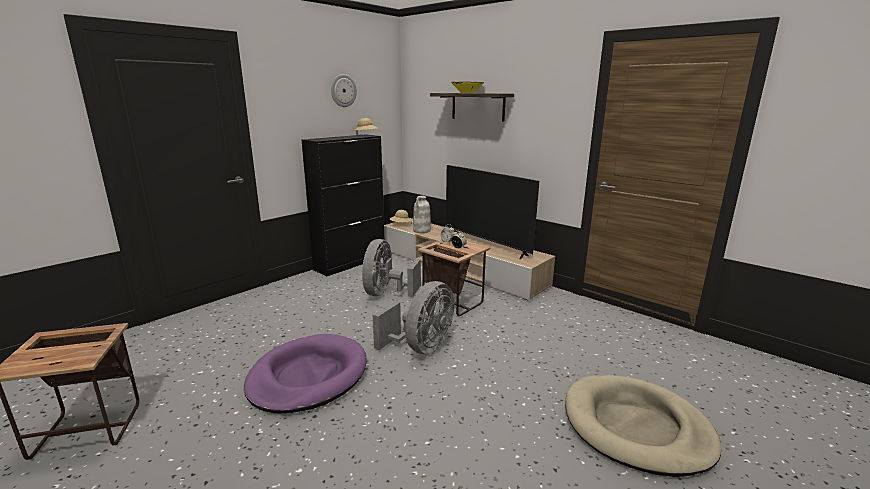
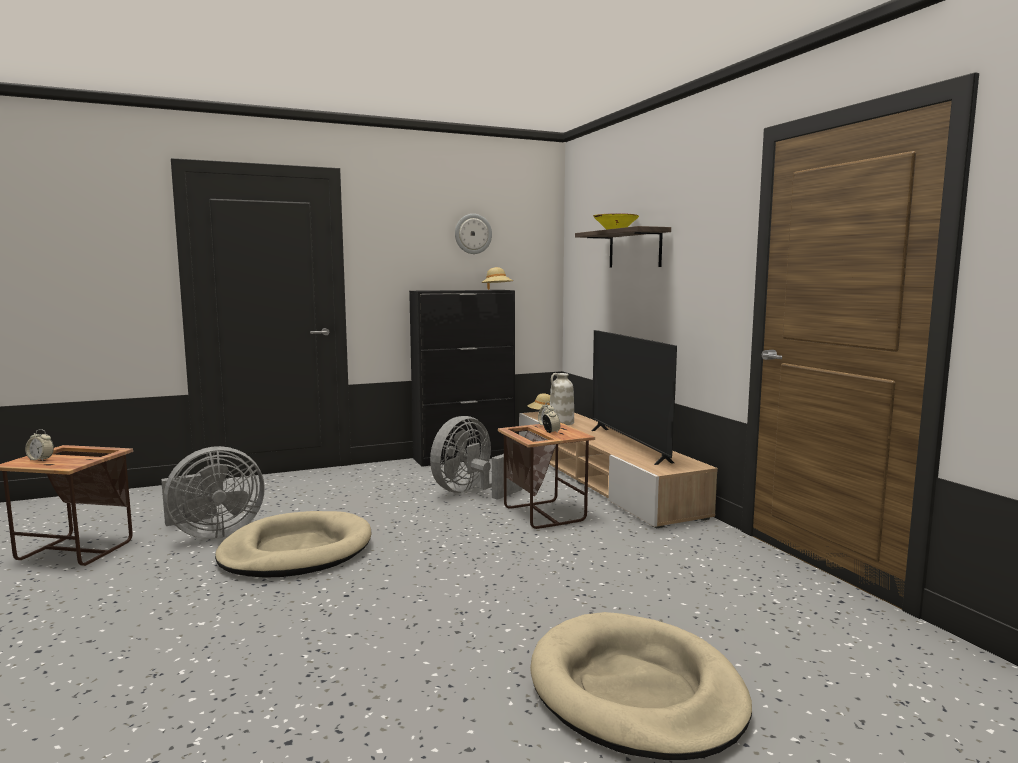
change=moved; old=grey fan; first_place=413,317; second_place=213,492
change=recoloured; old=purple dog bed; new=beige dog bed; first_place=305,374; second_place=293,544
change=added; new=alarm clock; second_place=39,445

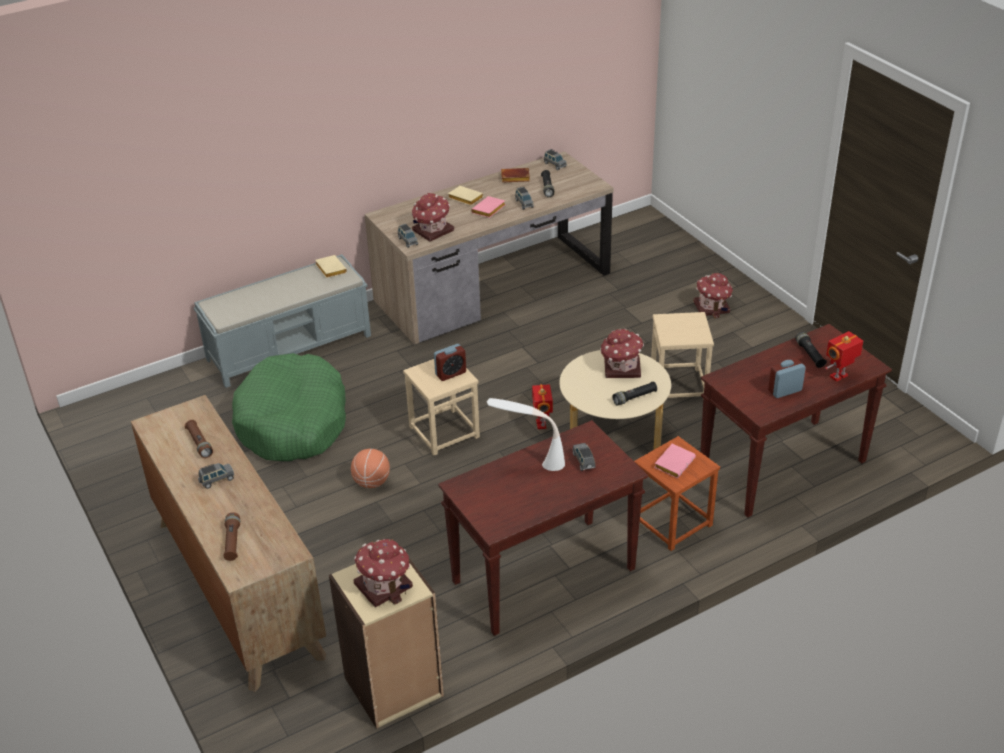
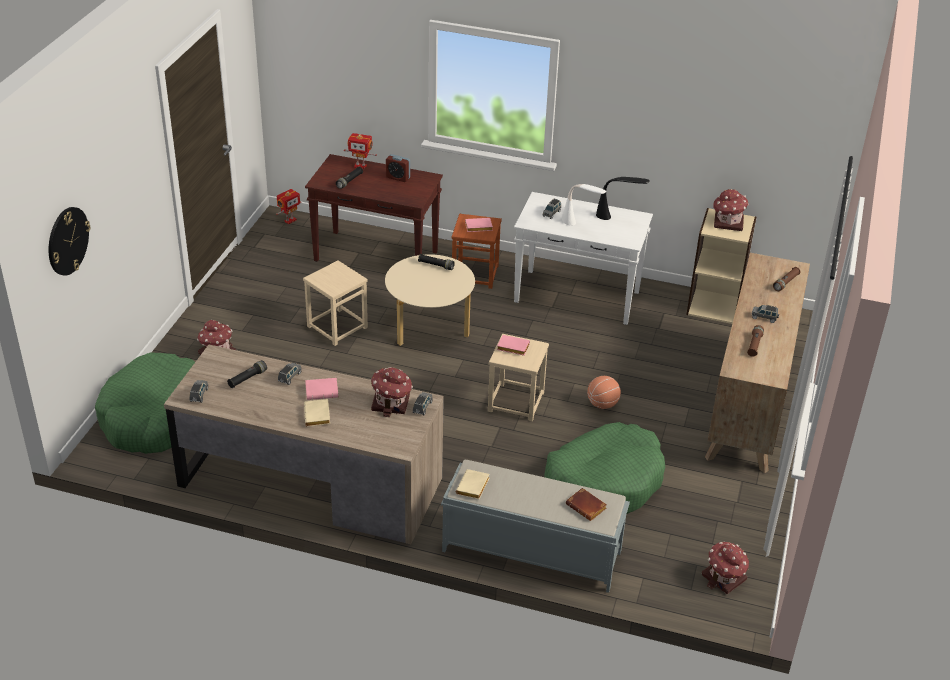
change=moved; old=brown book; first_place=515,175; second_place=586,504
change=moved; old=toy house; first_place=622,353; second_place=725,568
change=replaced; old=alarm clock; new=pink book; first_place=450,362; second_place=513,345
change=moved; old=toy robot; first_place=542,406; second_place=288,206
change=recoloured; old=brown console table; new=white console table; first_place=543,528; second_place=583,258
change=added; new=black table lamp; second_place=623,198
change=added; new=wall clock; second_place=70,241
change=added; new=green dog bed; second_place=145,403

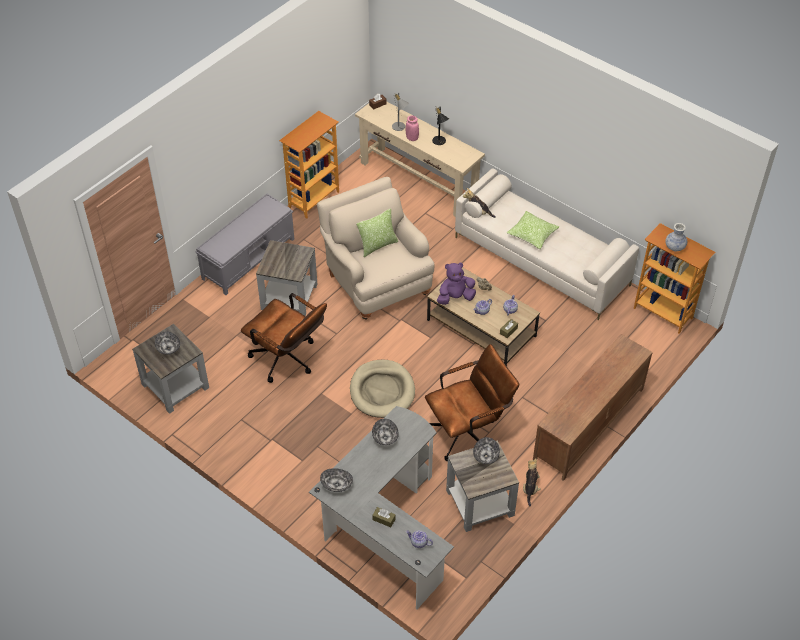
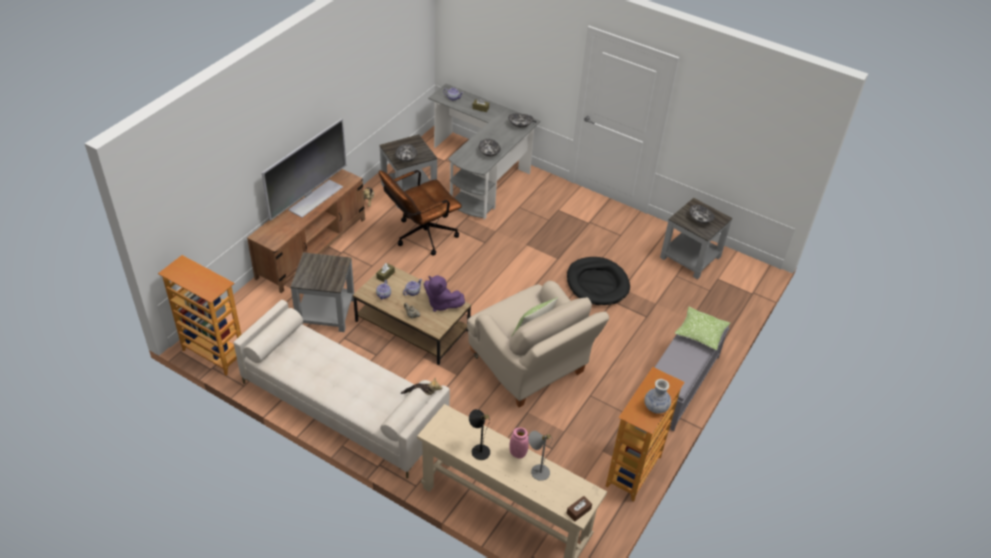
change=moved; old=pillow; first_place=532,230; second_place=702,328
change=moved; old=vase; first_place=676,237; second_place=657,396
change=moved; old=grey side table; first_place=286,278; second_place=322,292
change=turned; old=purple plush toy; first_place=456,284; second_place=444,293; degrees=60
change=replaced; old=brown office chair; new=black dog bed; first_place=284,338; second_place=598,281
change=removed; old=beige dog bed; first_place=382,389
change=added; new=television; second_place=304,170

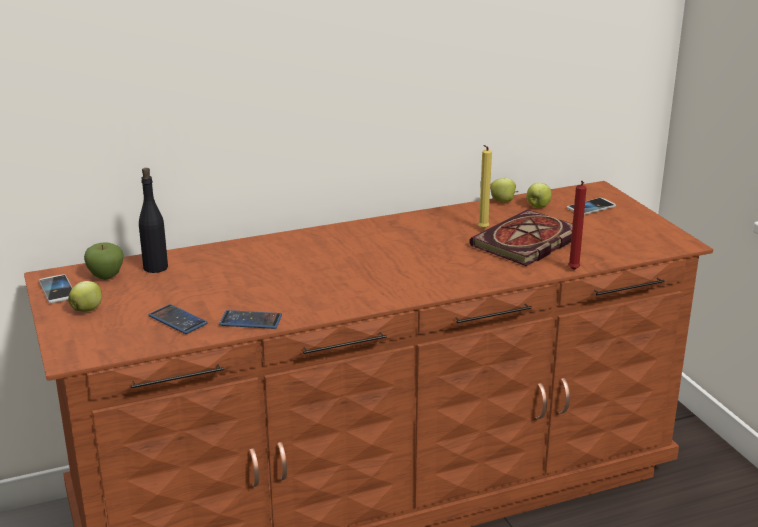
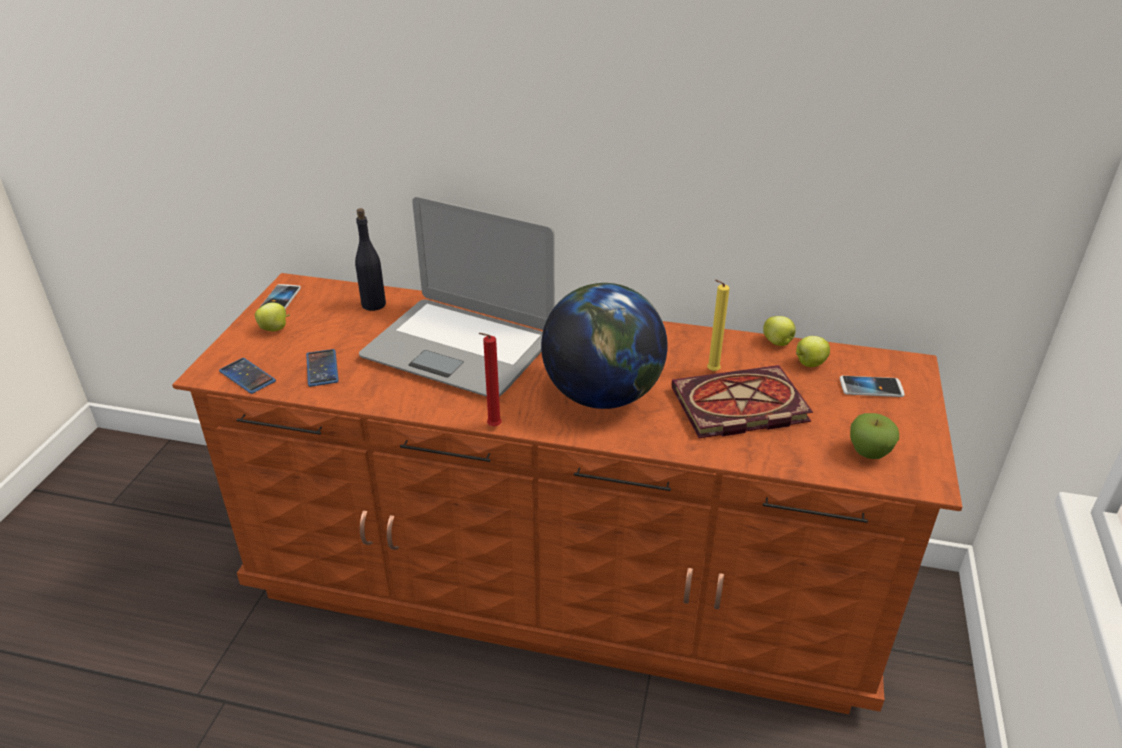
change=moved; old=red candle; first_place=577,225; second_place=490,380
change=moved; old=apple; first_place=104,261; second_place=874,436
change=moved; old=phone; first_place=250,319; second_place=247,376
change=added; new=laptop; second_place=457,296
change=added; new=globe; second_place=604,346

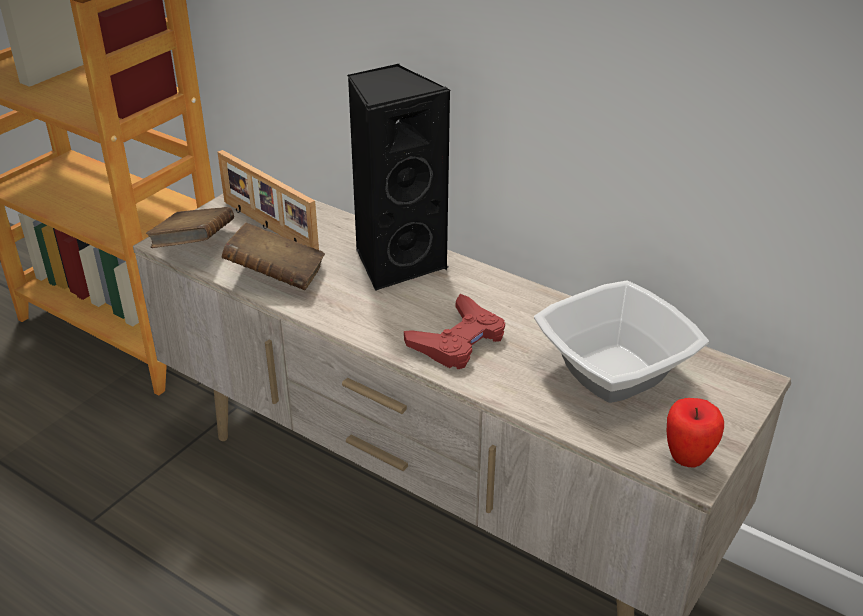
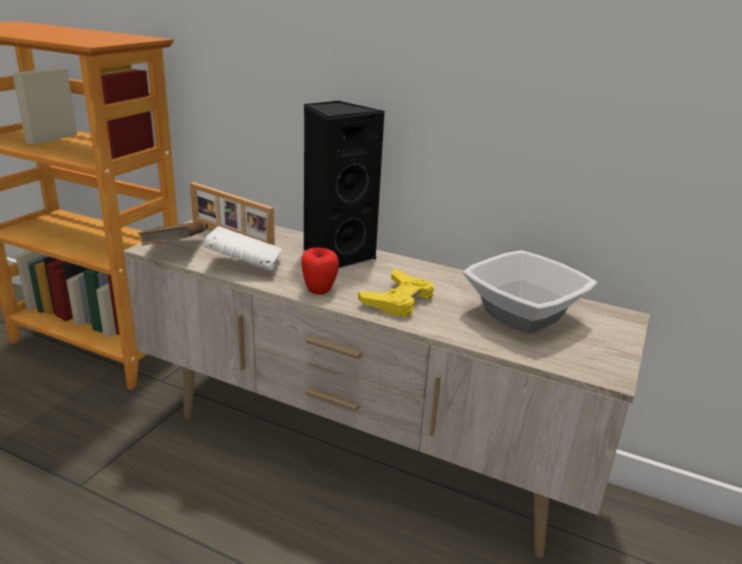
change=recoloured; old=brown book; new=white book; first_place=273,256; second_place=242,248
change=recoloured; old=red game controller; new=yellow game controller; first_place=454,331; second_place=396,293
change=moved; old=apple; first_place=695,433; second_place=320,271

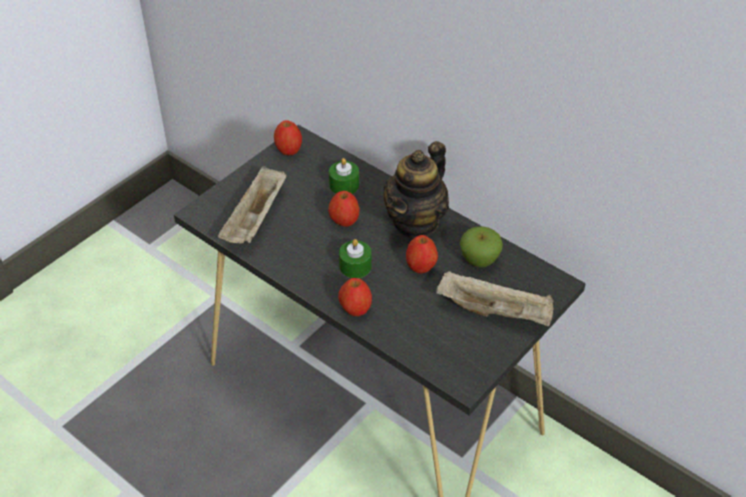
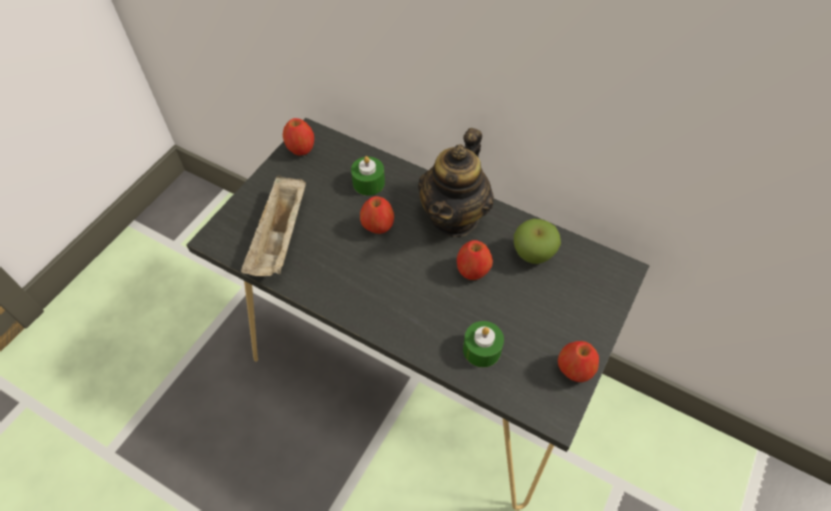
change=moved; old=green candle; first_place=355,258; second_place=483,344
change=removed; old=beige tray; first_place=494,298
change=moved; old=apple; first_place=355,297; second_place=578,361

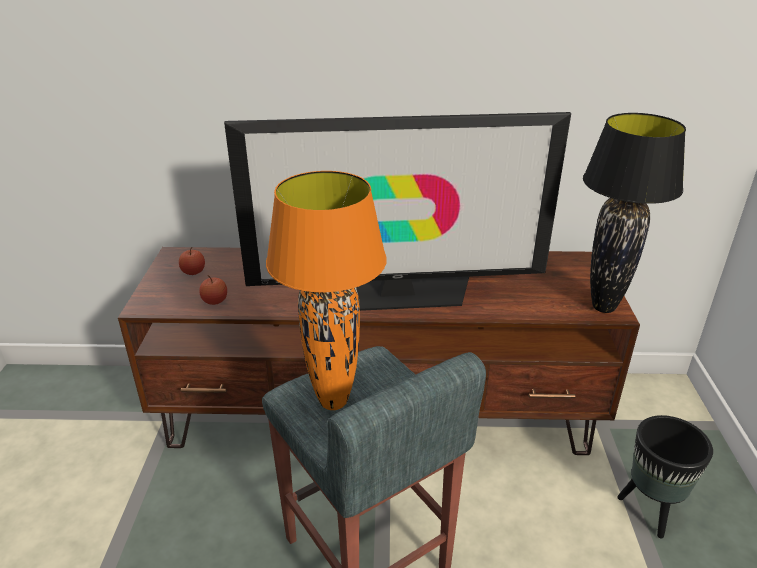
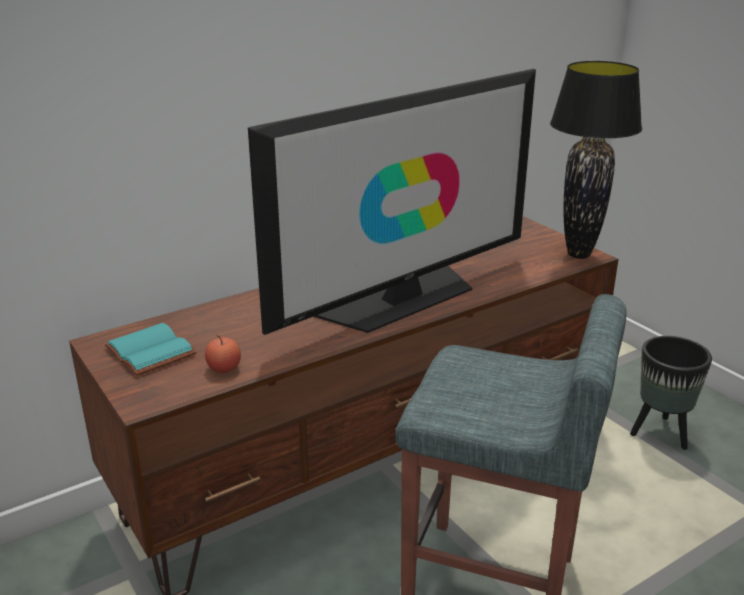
change=removed; old=orange table lamp; first_place=326,290
change=replaced; old=apple; new=turquoise book; first_place=192,261; second_place=150,349

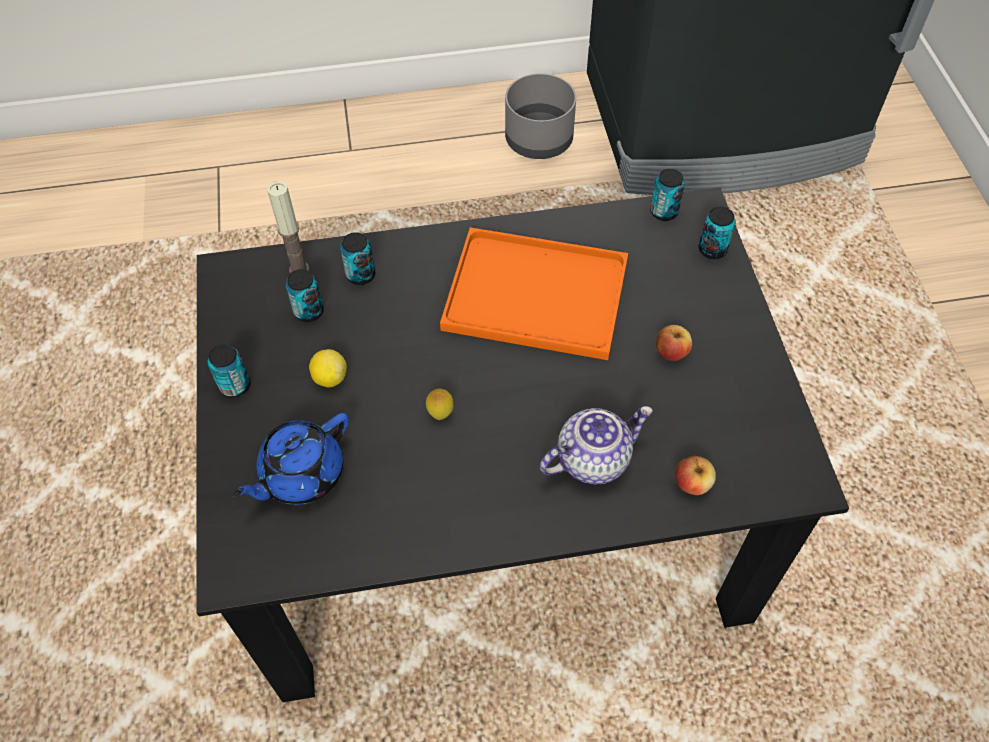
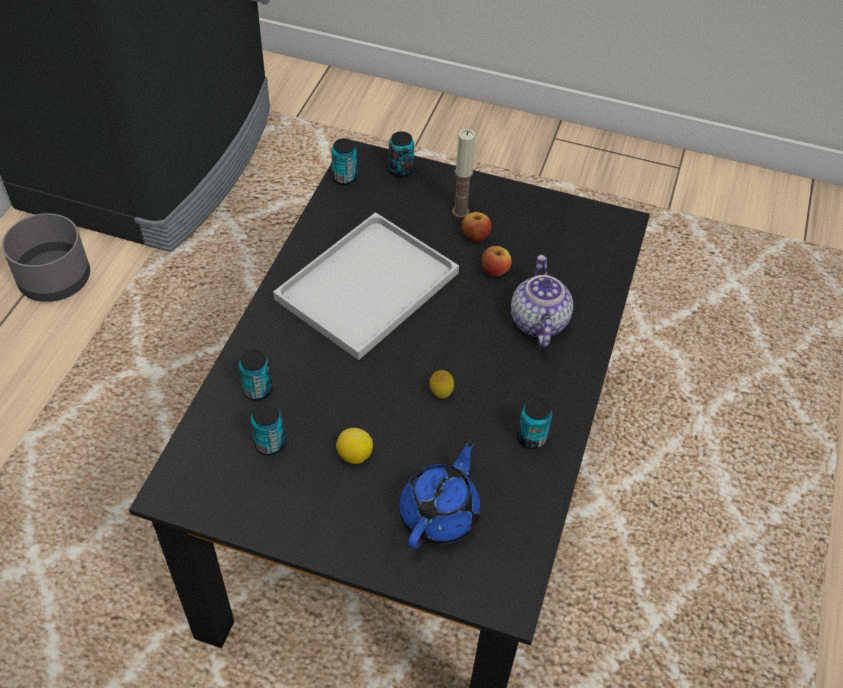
change=moved; old=candle; first_place=288,227; second_place=464,173
change=recoloured; old=orange tray; new=white tray; first_place=534,293; second_place=366,286
change=moved; old=can; first_place=229,371; second_place=534,423
change=turned; old=blue teapot; first_place=290,459; second_place=440,493; degrees=-135
change=moved; old=apple; first_place=695,475; second_place=496,261

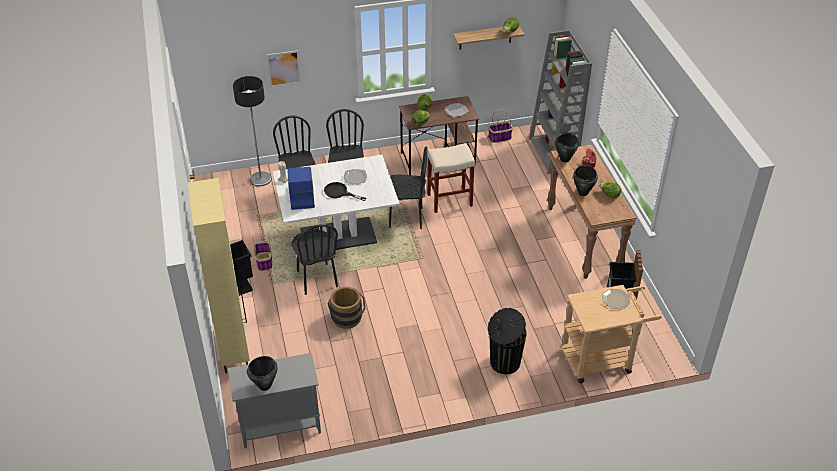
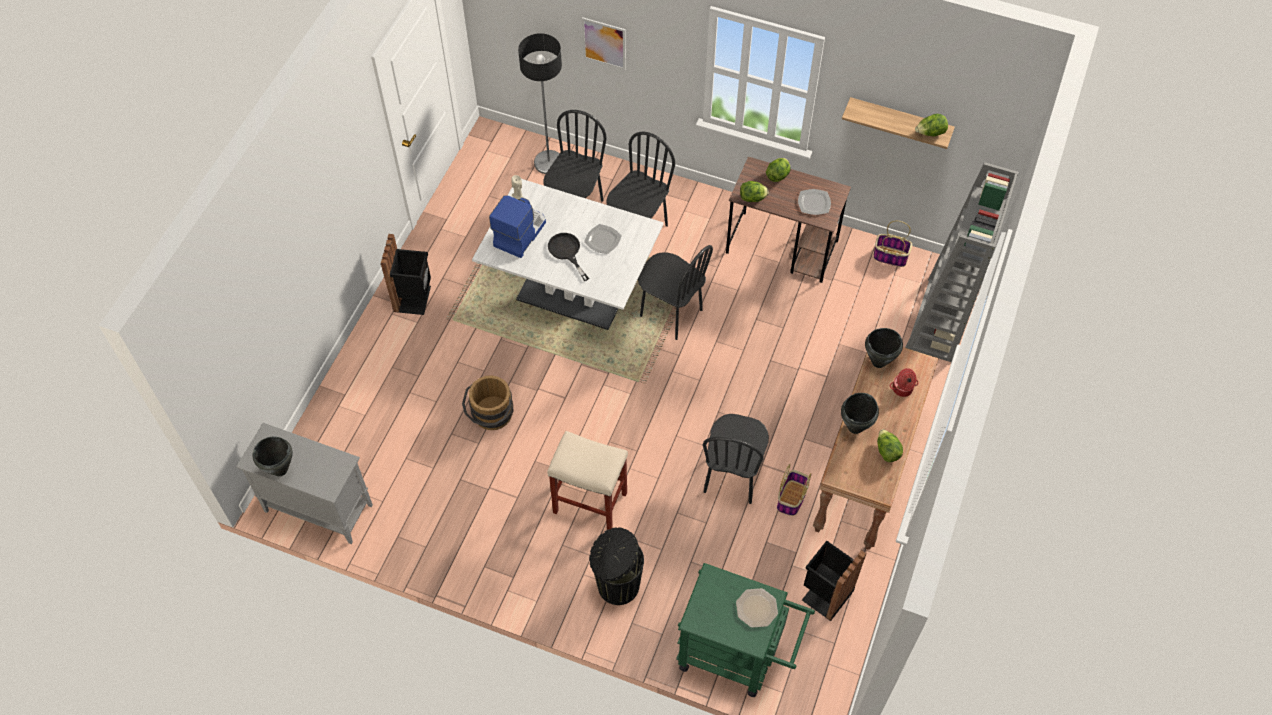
change=moved; old=beige stool; first_place=451,178; second_place=587,480
change=removed; old=beige cabinet; first_place=219,275
change=moved; old=black chair; first_place=315,259; second_place=736,459
change=moved; old=basket; first_place=262,252; second_place=794,490
change=recoloured; old=beige cart; new=green cart; first_place=611,334; second_place=745,630

